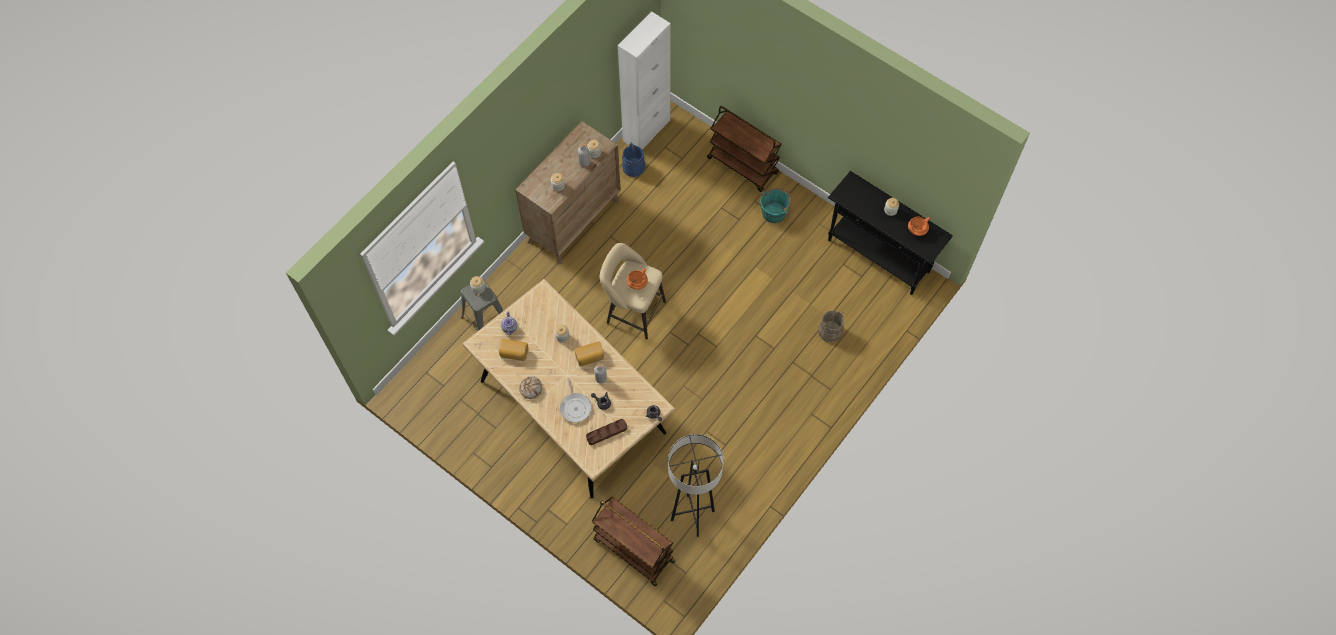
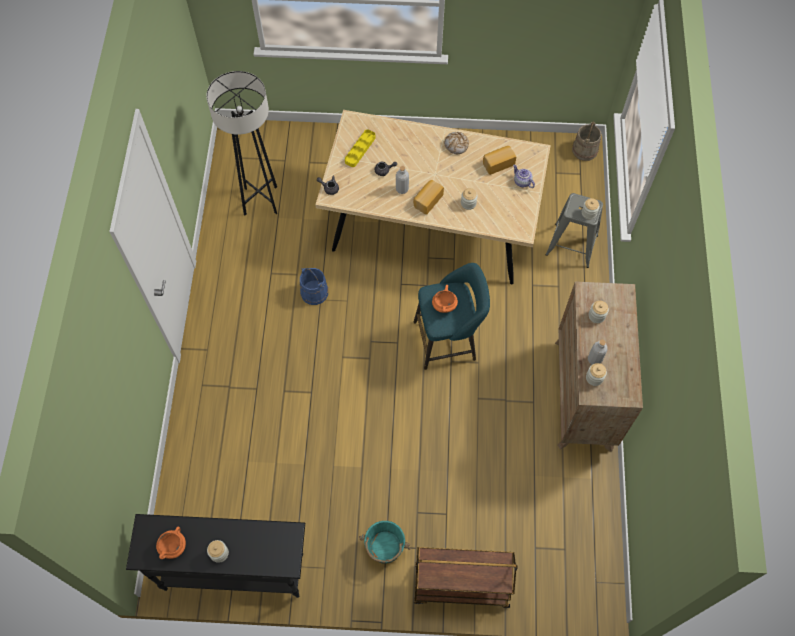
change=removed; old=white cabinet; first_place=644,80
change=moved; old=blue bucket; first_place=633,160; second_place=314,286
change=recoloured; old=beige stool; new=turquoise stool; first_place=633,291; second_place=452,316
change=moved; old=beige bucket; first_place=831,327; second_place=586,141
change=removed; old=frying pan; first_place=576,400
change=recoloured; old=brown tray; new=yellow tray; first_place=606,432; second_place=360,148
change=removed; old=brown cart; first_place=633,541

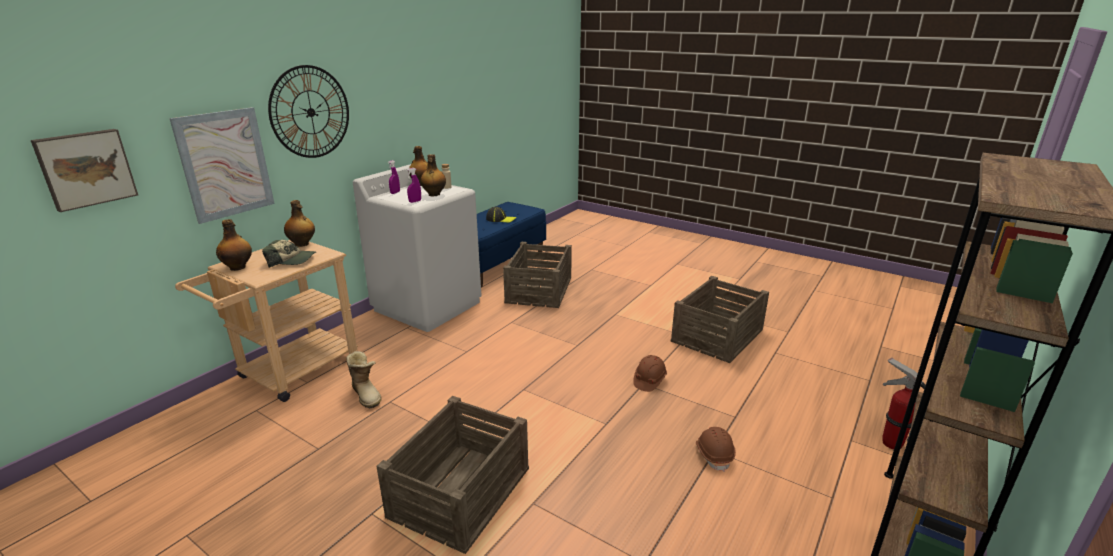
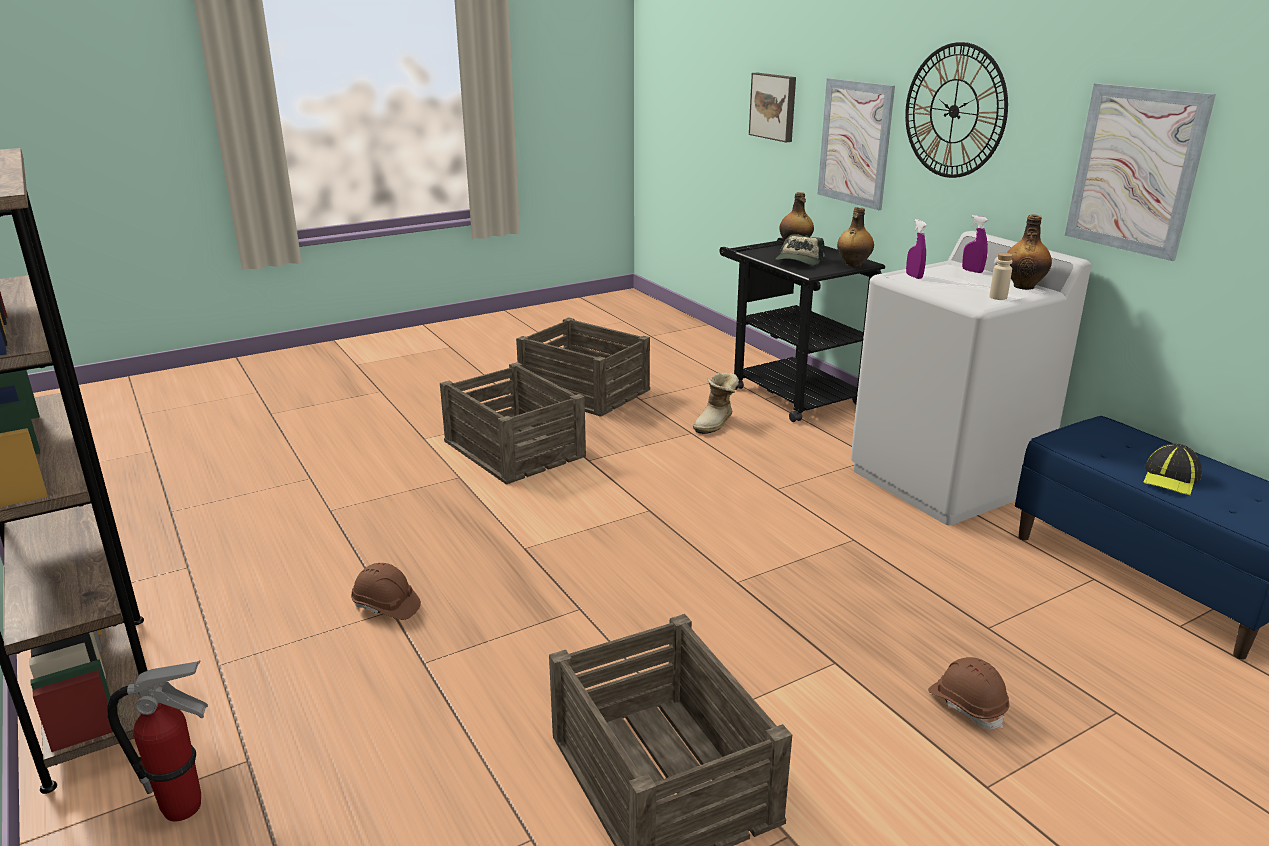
change=removed; old=bottle; first_place=433,175
change=recoloured; old=beige cart; new=black cart; first_place=266,321; second_place=802,330
change=moved; old=crate; first_place=537,275; second_place=583,367
change=turned; old=boot; first_place=364,380; second_place=716,403; degrees=-45
change=moved; old=brown hard hat; first_place=650,373; second_place=969,693
change=added; new=picture; second_place=1140,172

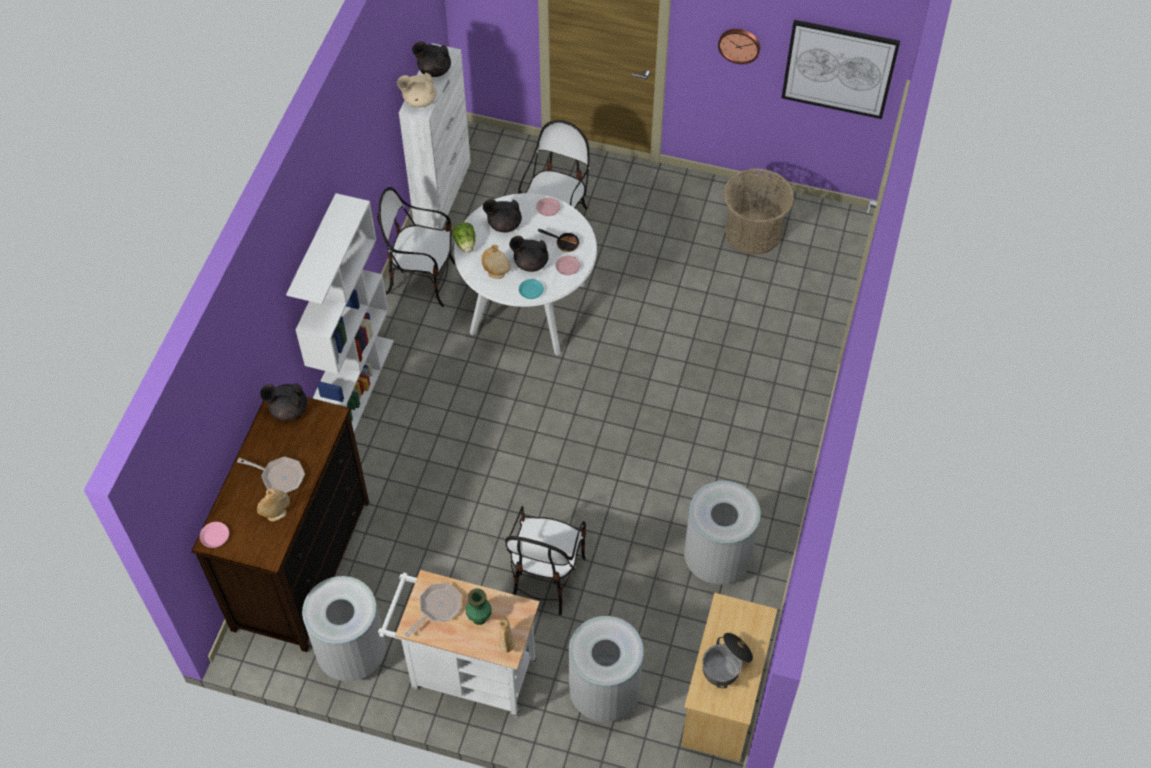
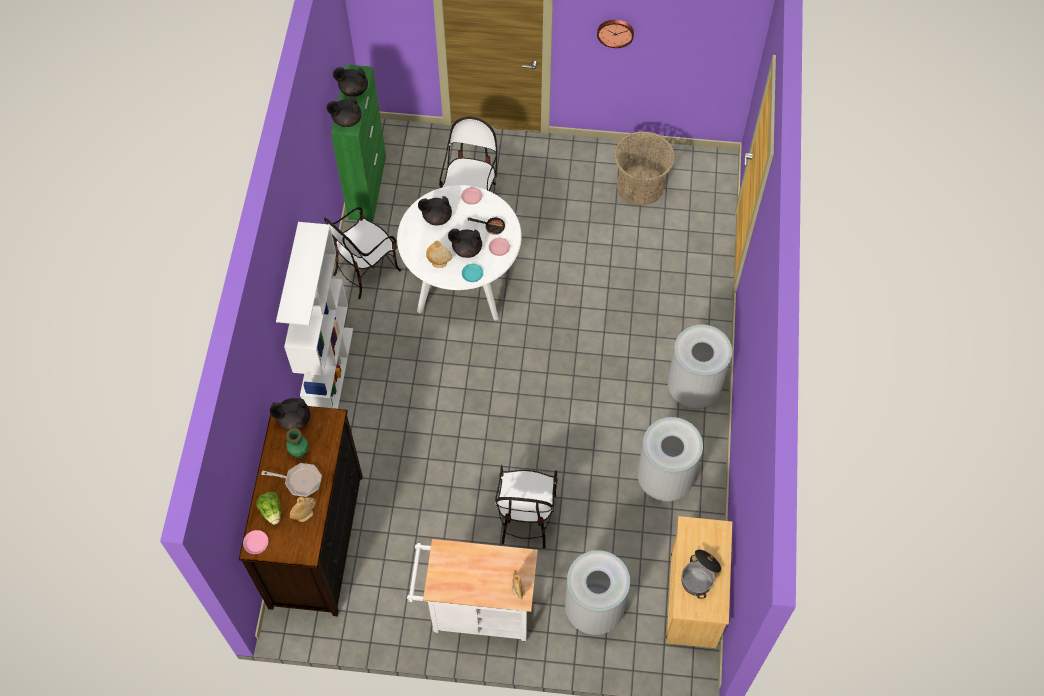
change=removed; old=picture; first_place=841,69
change=recoloured; old=white cabinet; new=green cabinet; first_place=435,136; second_place=358,143
change=recoloured; old=beige teapot; new=black teapot; first_place=417,90; second_place=343,111
change=turned; old=chair; first_place=416,247; second_place=362,253; degrees=-45
change=moved; old=lettuce; first_place=464,237; second_place=268,508
change=moved; old=grey trash can; first_place=344,628; second_place=699,366
change=removed; old=frying pan; first_place=432,610
change=moved; old=green vase; first_place=478,607; second_place=297,443

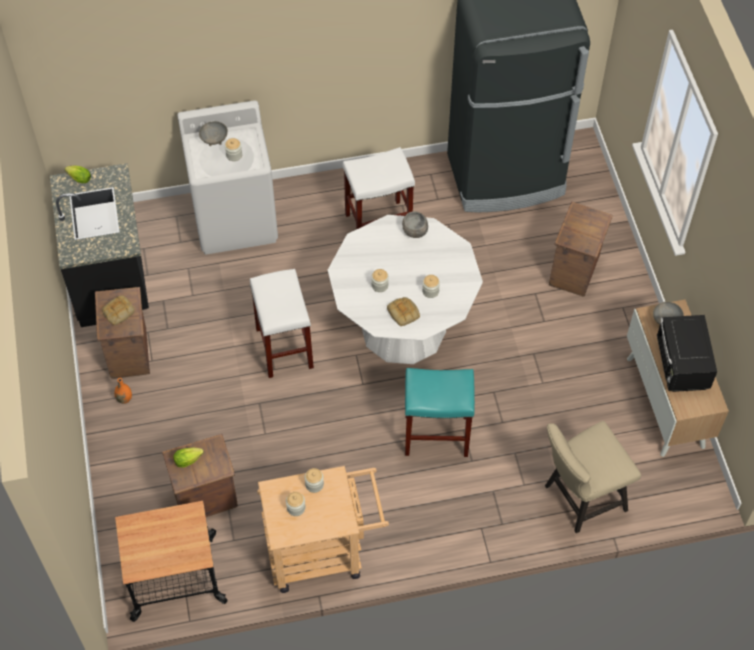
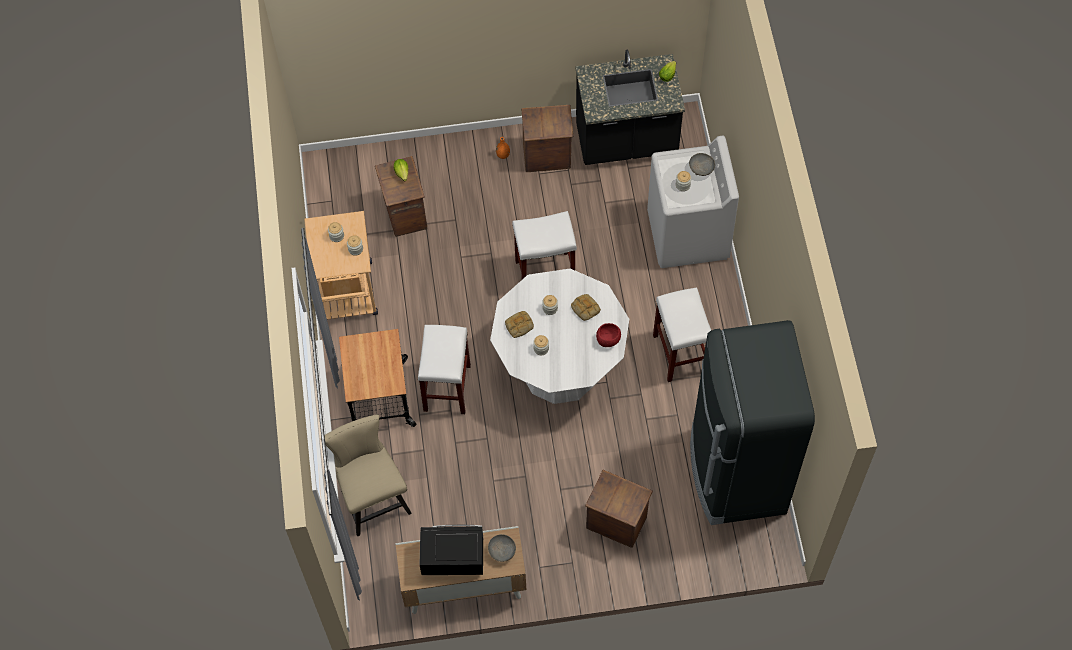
change=recoloured; old=grey bowl; new=red bowl; first_place=415,224; second_place=608,335
change=moved; old=bread; first_place=118,310; second_place=586,307
change=recoloured; old=turquoise stool; new=white stool; first_place=440,412; second_place=444,369
change=moved; old=cart; first_place=171,561; second_place=377,378

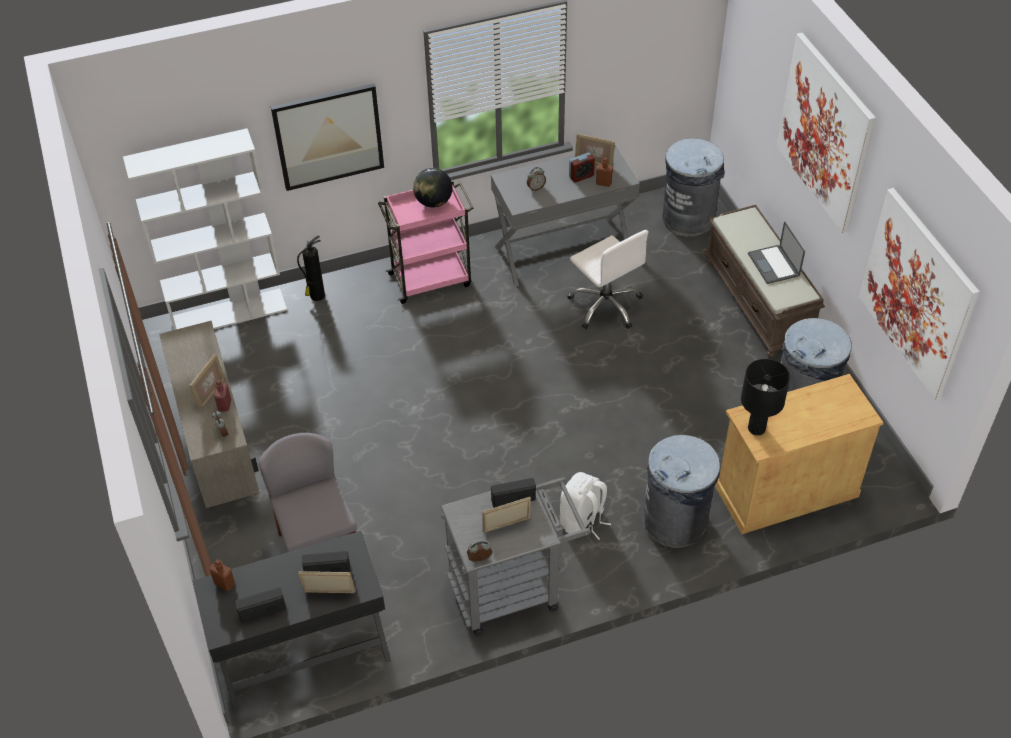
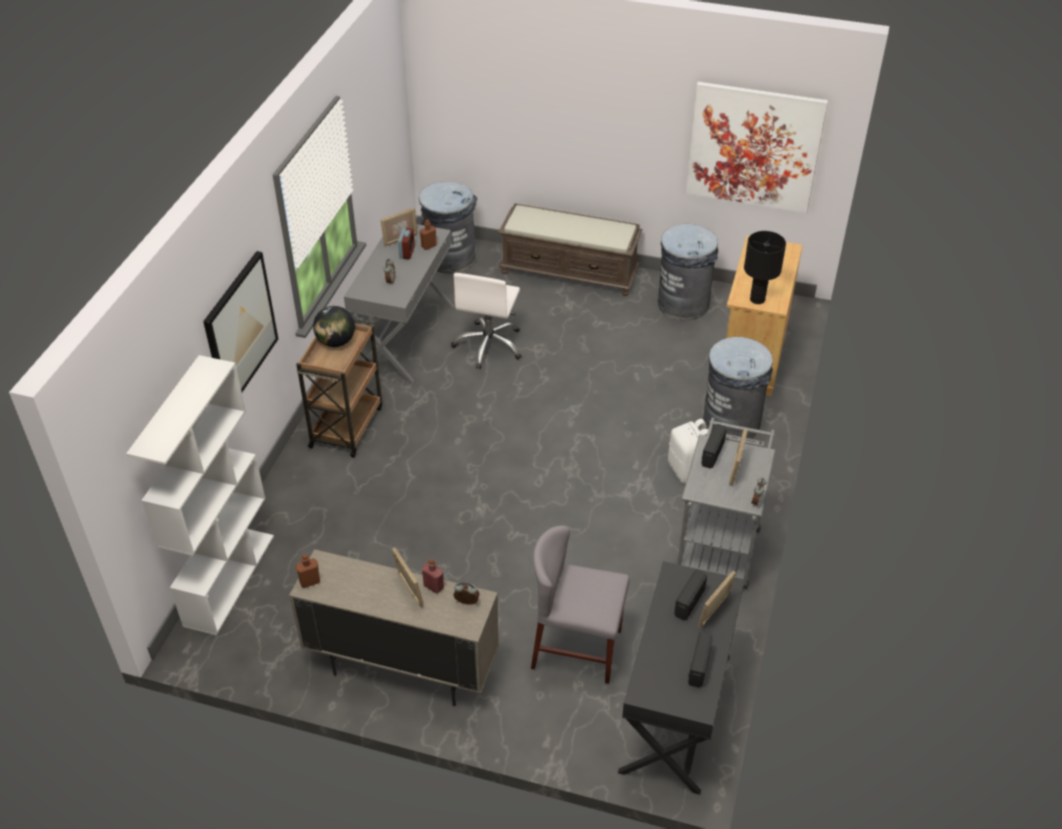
change=removed; old=picture; first_place=826,133
change=recoloured; old=pink cart; new=brown cart; first_place=425,242; second_place=339,388
change=removed; old=laptop; first_place=776,252
change=turned; old=white office chair; first_place=608,279; second_place=486,321; degrees=105
change=removed; old=fire extinguisher; first_place=311,268
change=moved; old=brown bottle; first_place=222,575; second_place=308,571

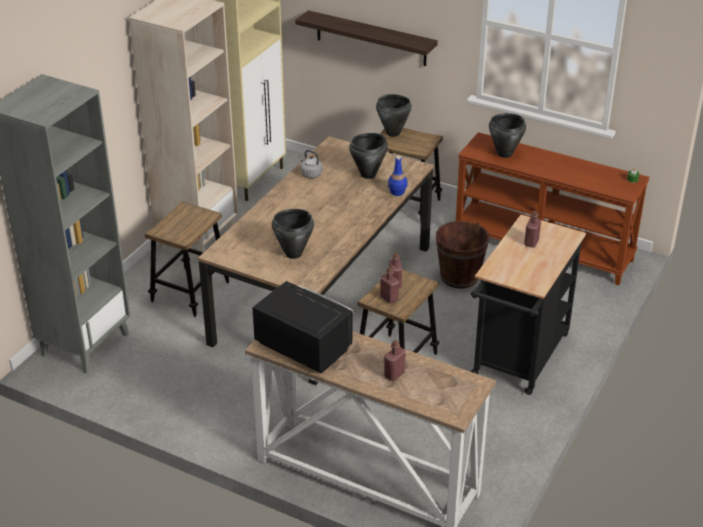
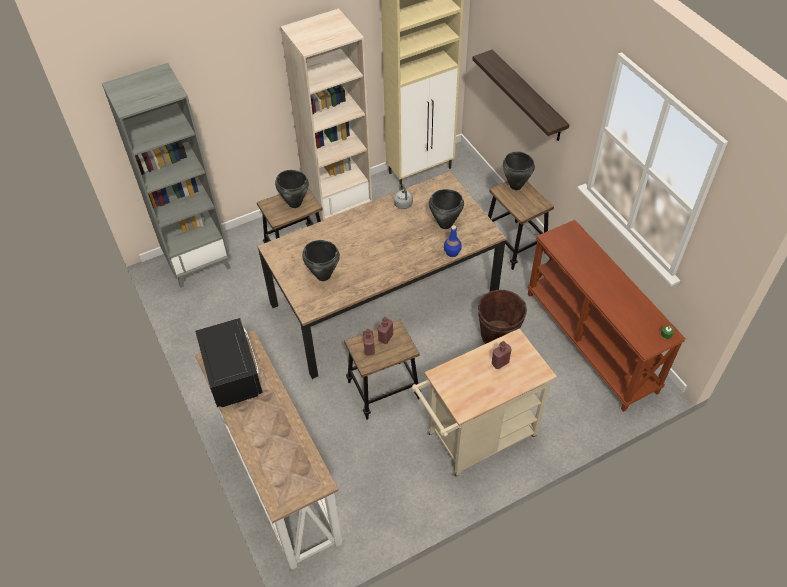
change=moved; old=black cooking pot; first_place=507,135; second_place=292,189
change=recoloured; old=black cart; new=beige cart; first_place=528,305; second_place=484,402
change=removed; old=red bottle; first_place=395,360

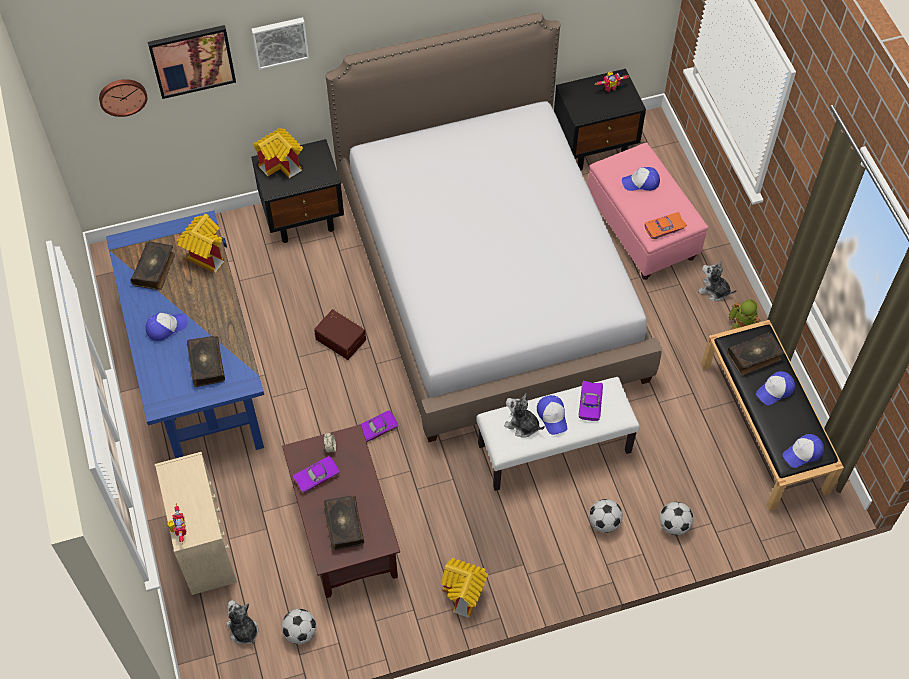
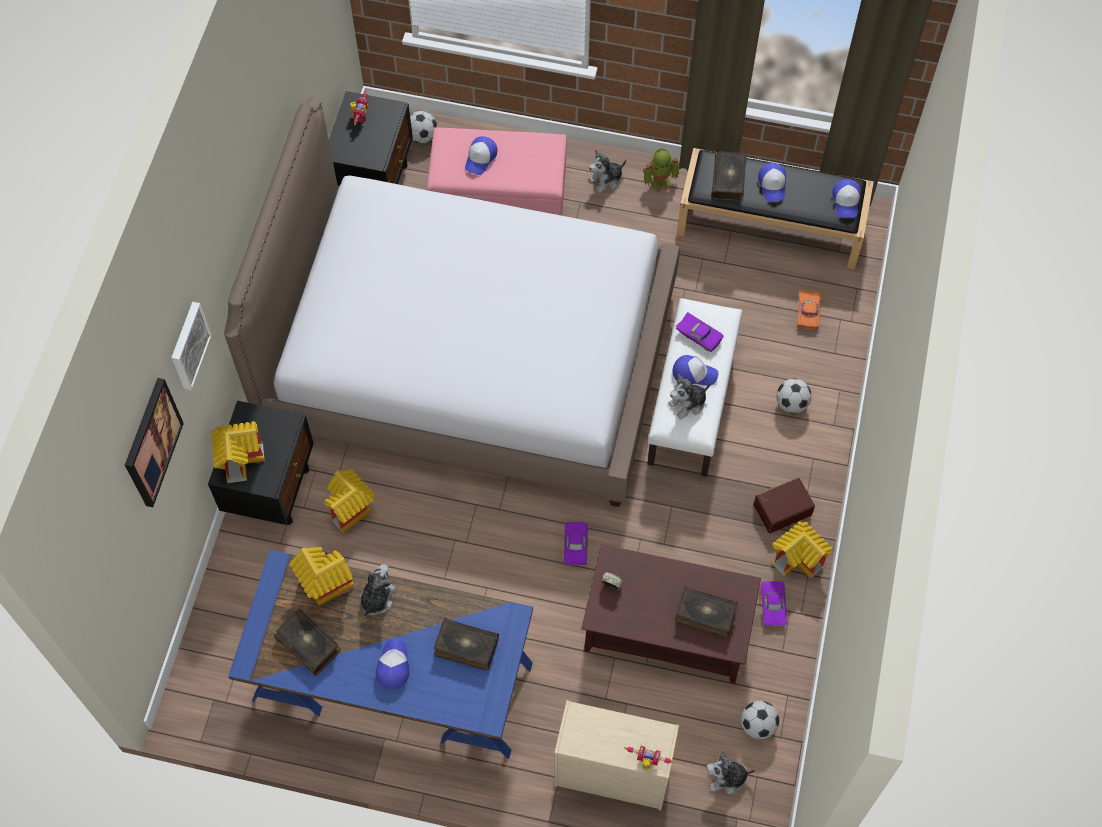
change=removed; old=wall clock; first_place=123,98
change=moved; old=orange toy car; first_place=665,225; second_place=809,309
change=moved; old=brown storage box; first_place=340,334; second_place=784,505
change=moved; old=purple toy car; first_place=316,474; second_place=774,603
change=moved; old=football; first_place=676,518; second_place=423,127
change=added; new=toy house; second_place=350,501
change=added; new=plush toy; second_place=378,590

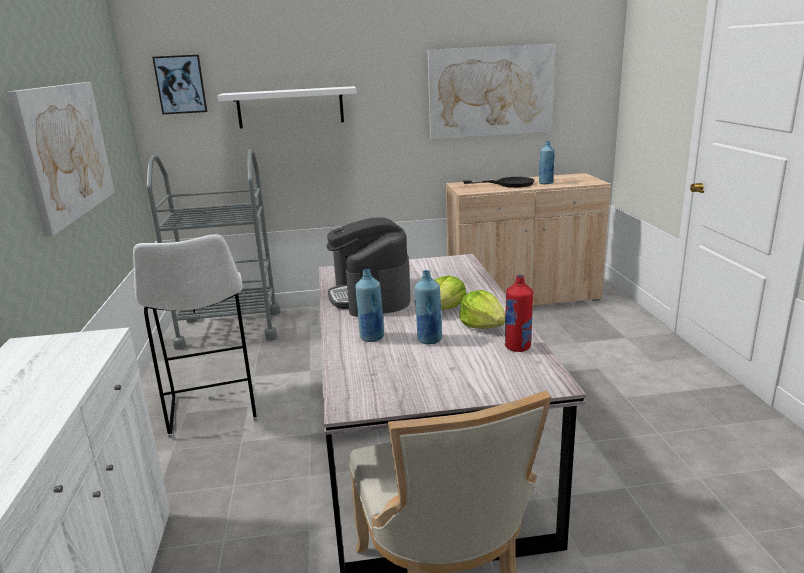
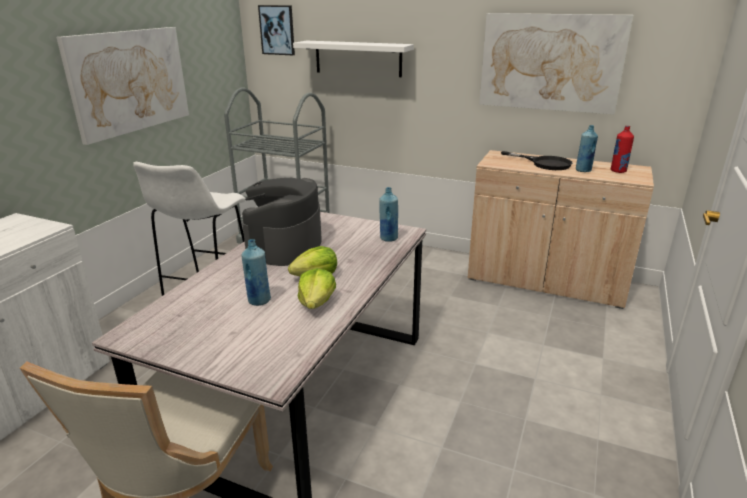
change=moved; old=blue bottle; first_place=369,305; second_place=388,214
change=moved; old=red bottle; first_place=519,313; second_place=622,149

